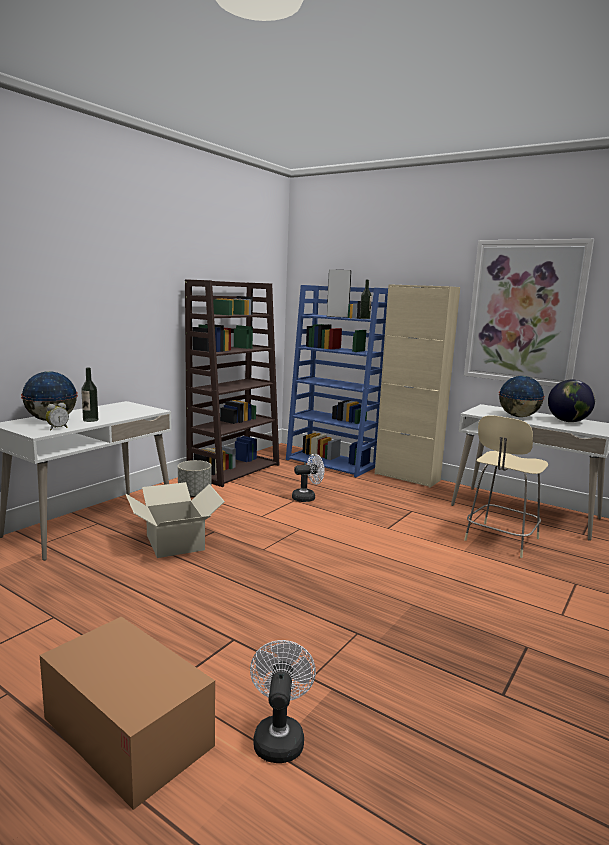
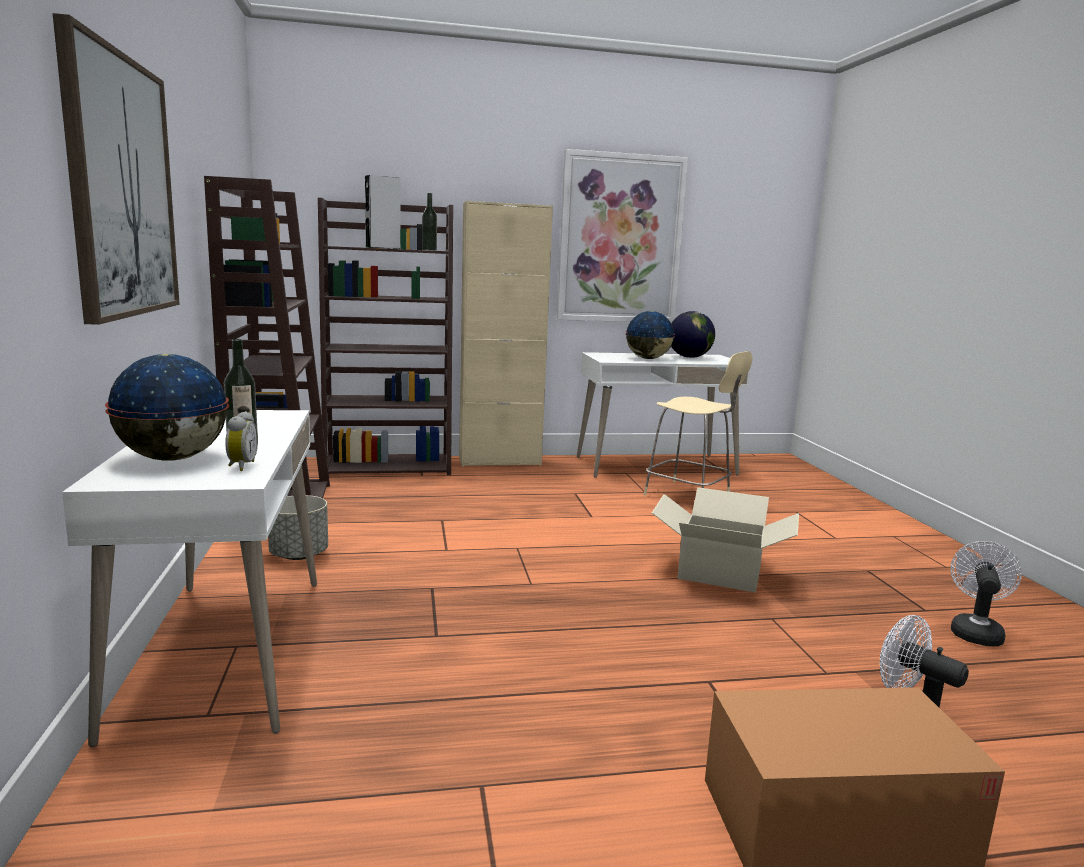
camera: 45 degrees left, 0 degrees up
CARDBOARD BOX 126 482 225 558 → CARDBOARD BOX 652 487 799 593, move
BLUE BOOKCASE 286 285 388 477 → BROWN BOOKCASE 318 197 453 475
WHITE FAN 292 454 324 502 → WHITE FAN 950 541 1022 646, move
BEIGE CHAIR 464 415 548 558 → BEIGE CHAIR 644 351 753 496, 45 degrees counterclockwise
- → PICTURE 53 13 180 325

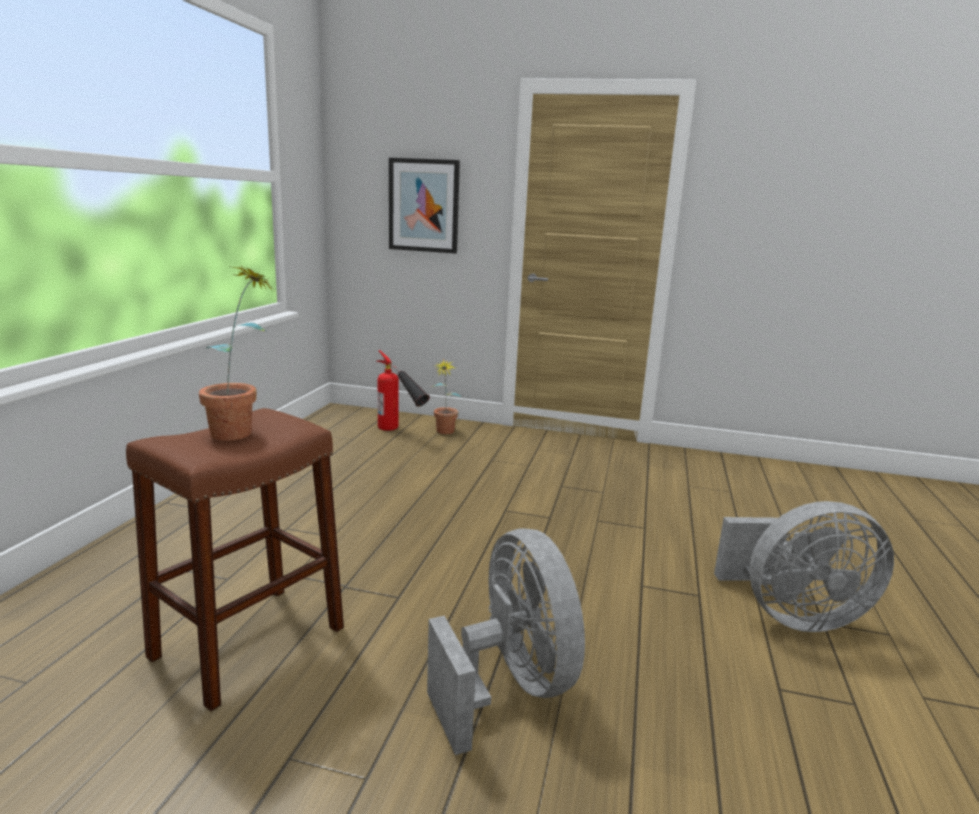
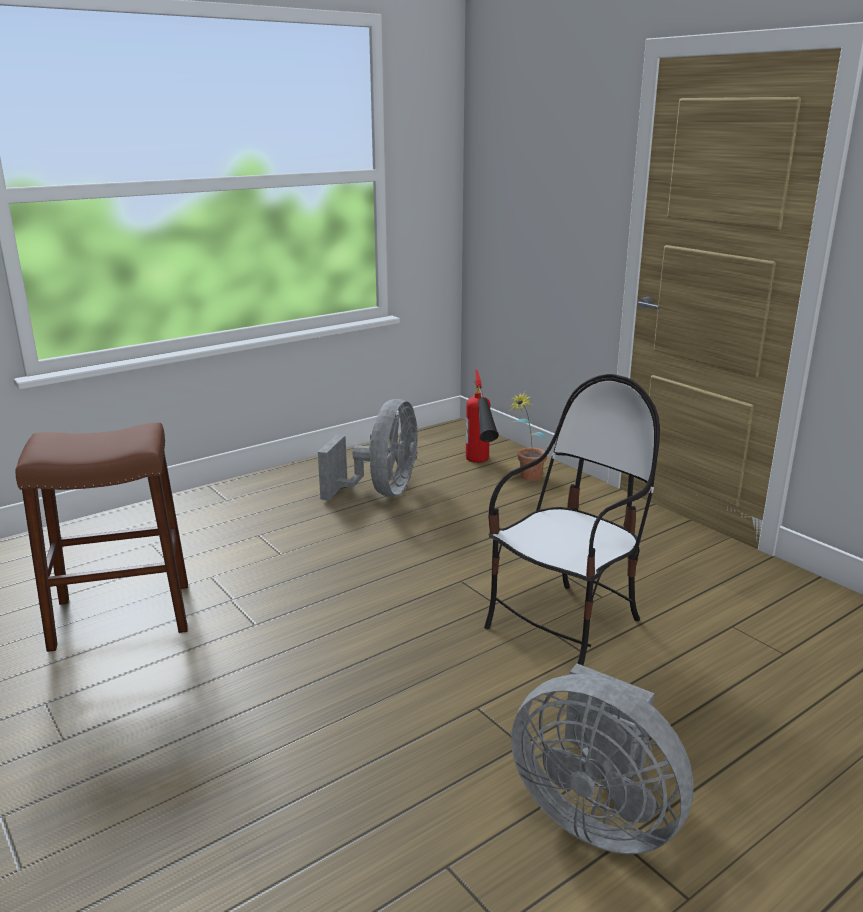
camera: 40 degrees right, 5 degrees up
POTTED PLANT 199 264 273 441 → -
PICTURE 389 158 460 253 → -
GREY FAN 427 529 585 755 → GREY FAN 318 399 418 500, move
- → CHAIR 484 374 660 665

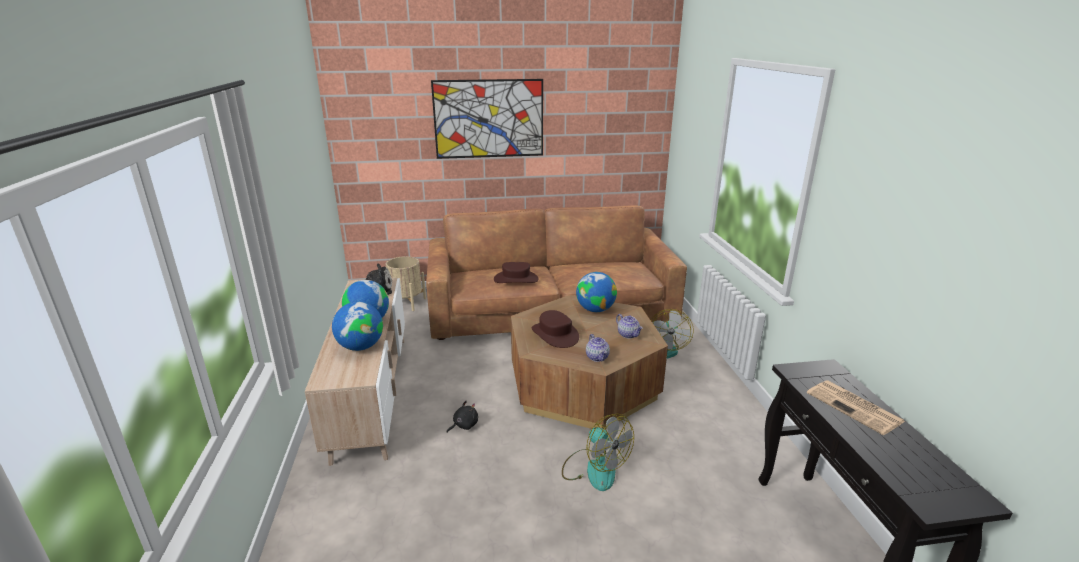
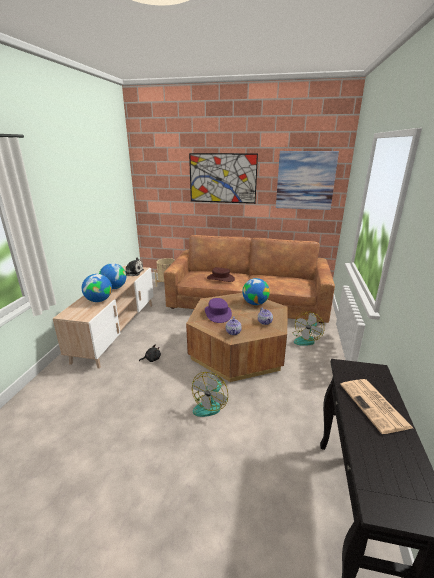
camera: 20 degrees right, 0 degrees up
BROWN HAT 532 310 579 348 → PURPLE HAT 205 298 232 323
FAN 562 414 634 491 → FAN 192 372 228 417, 45 degrees clockwise
- → PICTURE 276 151 339 210

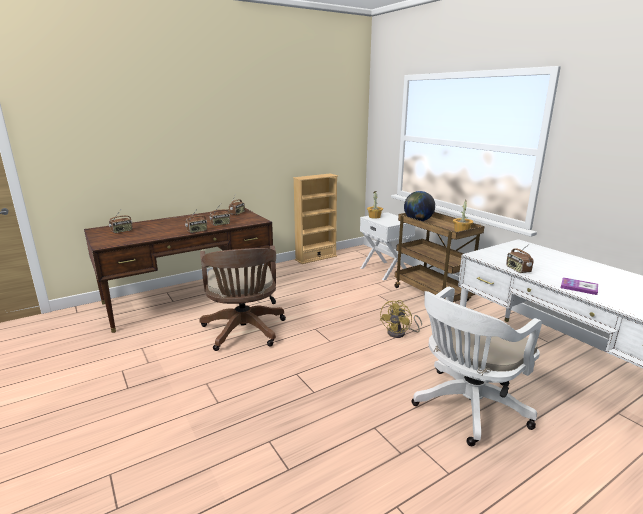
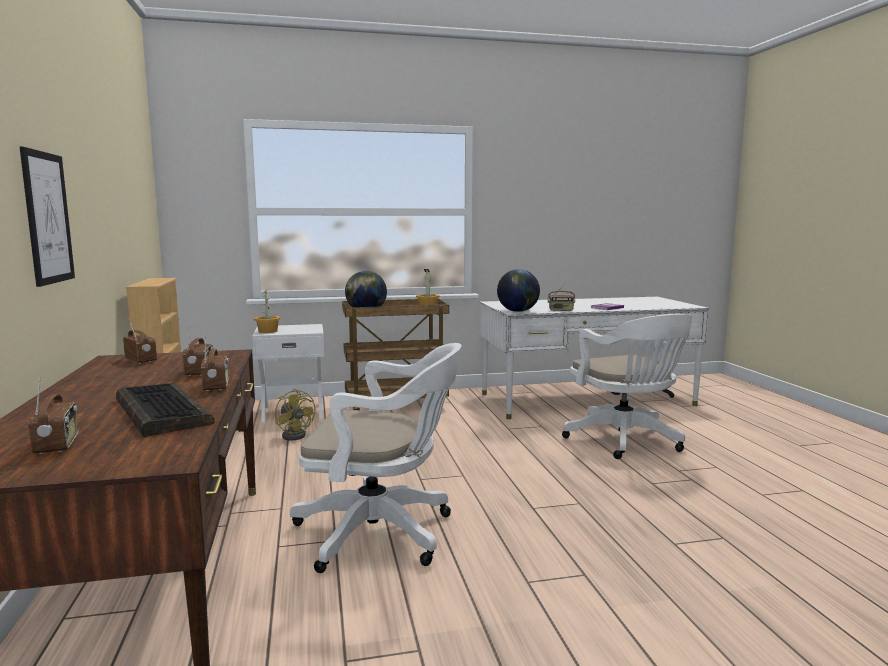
camera: 70 degrees left, 10 degrees down
BROWN OFFICE CHAIR 199 245 286 351 → WHITE OFFICE CHAIR 290 343 462 573
YELLOW FAN 379 300 422 338 → YELLOW FAN 275 389 315 440, move
- → PICTURE 20 147 75 287
- → KEYBOARD 116 383 215 437
- → GLOBE 497 269 540 312

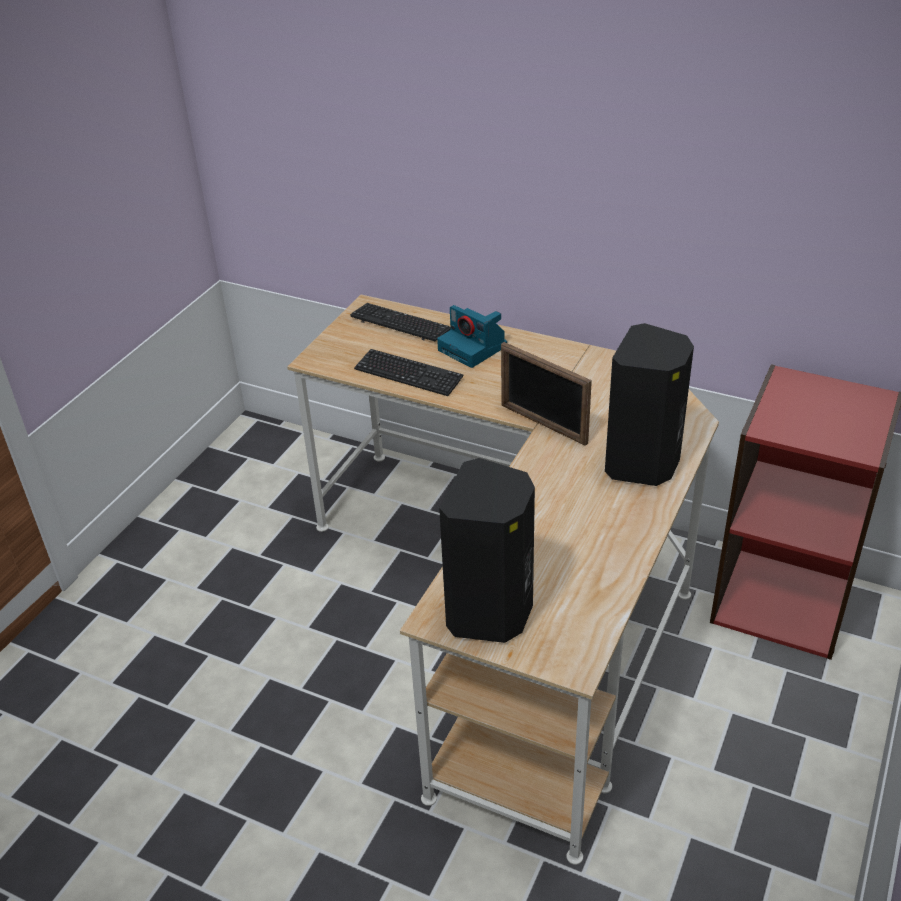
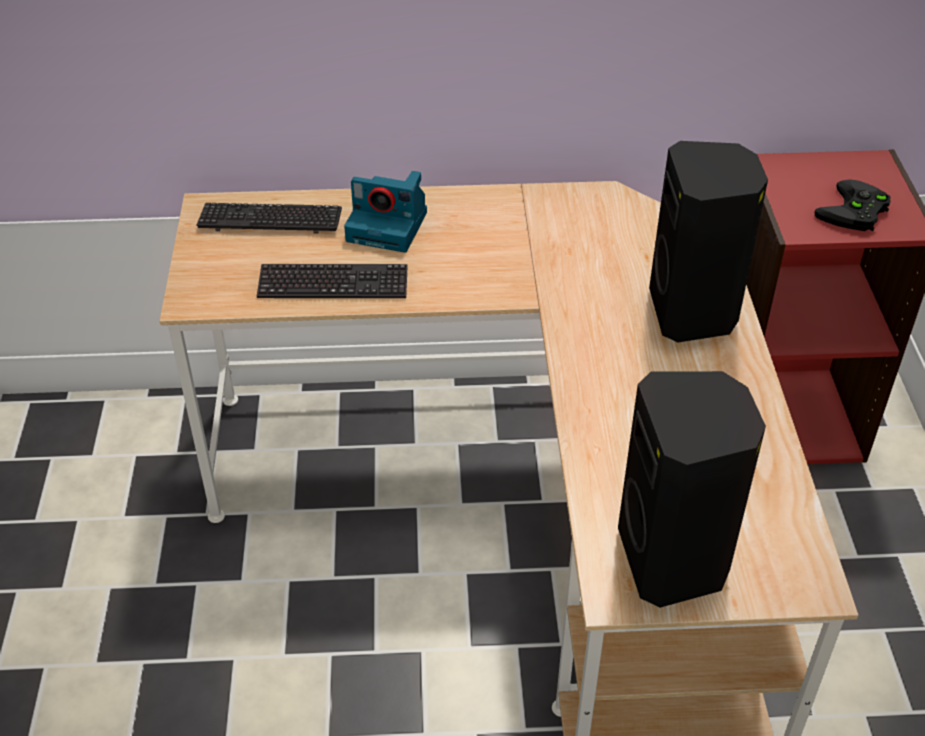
camera: 30 degrees left, 5 degrees up
PICTURE FRAME 501 342 592 446 → -
- → BLACK GAME CONTROLLER 815 179 891 231

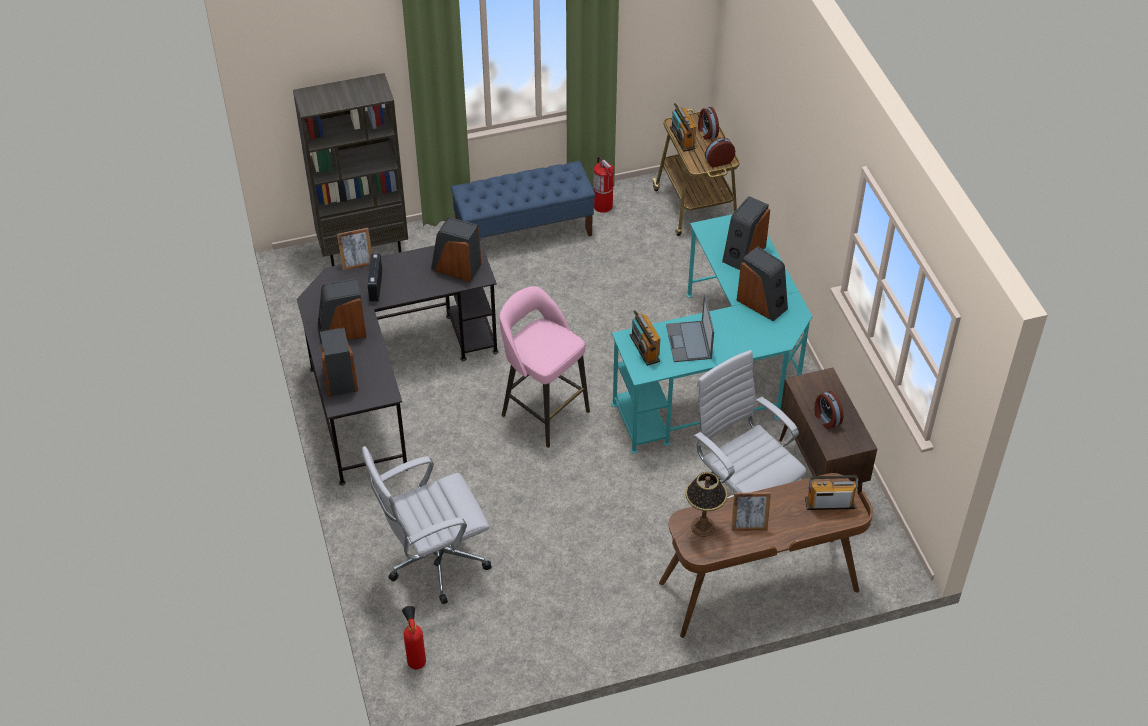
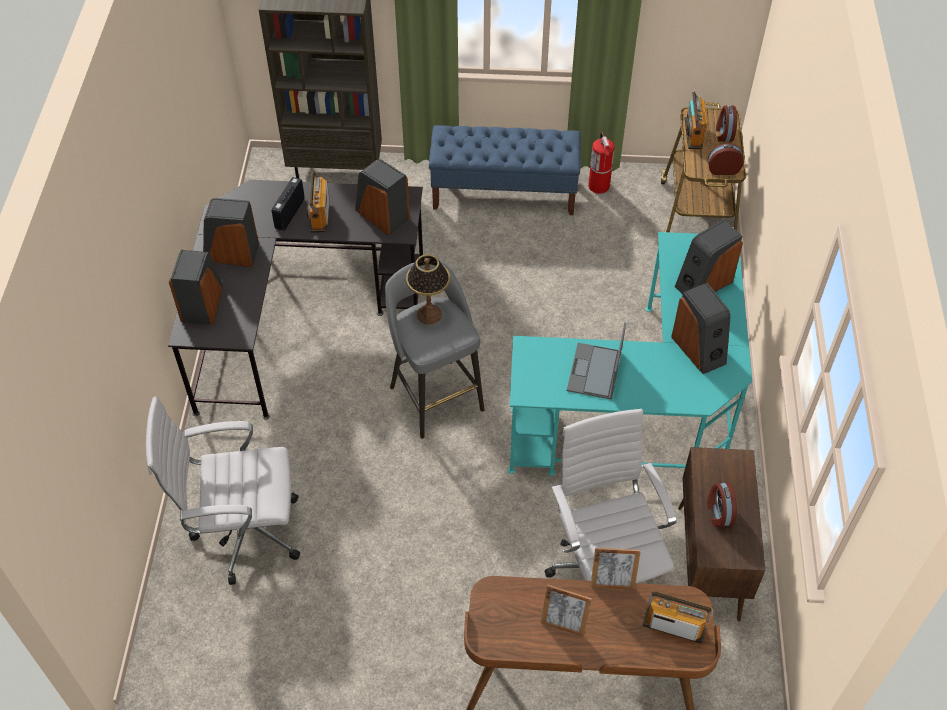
camera: 20 degrees right, 5 degrees up
PICTURE FRAME 337 228 372 271 → PICTURE FRAME 591 548 641 590, move
FIRE EXTINGUISHER 402 606 426 669 → -
PINK STOOL 500 286 590 448 → GREY STOOL 385 260 485 439
RADIO 630 310 660 366 → RADIO 307 171 329 233, move
TABLE LAMP 686 472 727 537 → TABLE LAMP 406 254 450 325, move

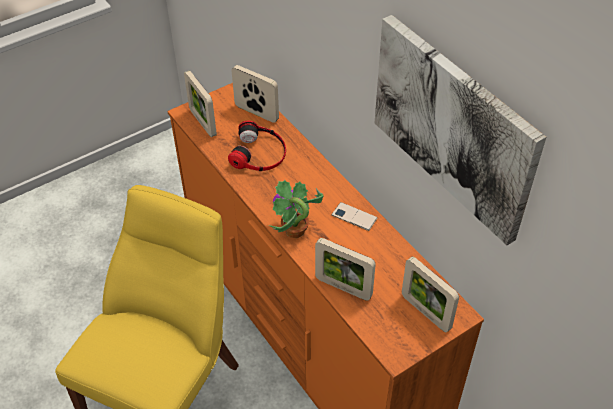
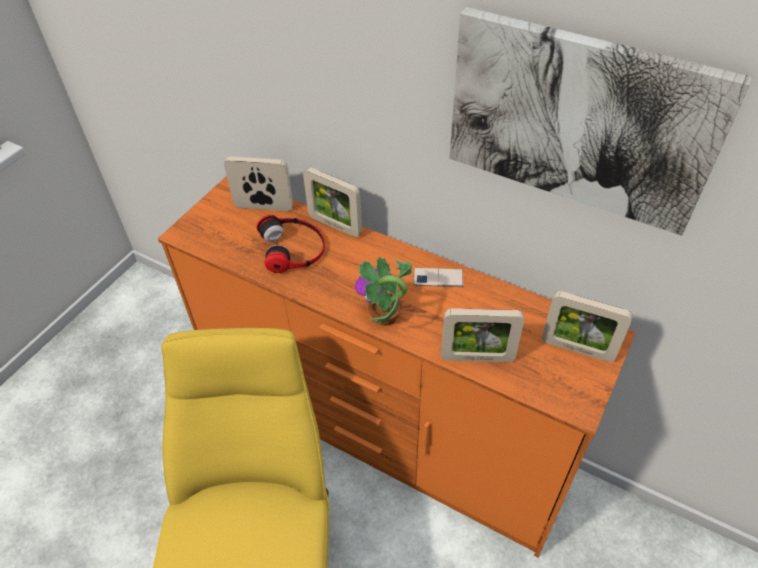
camera: 25 degrees left, 0 degrees up
PICTURE FRAME 184 70 217 137 → PICTURE FRAME 303 167 362 237, move

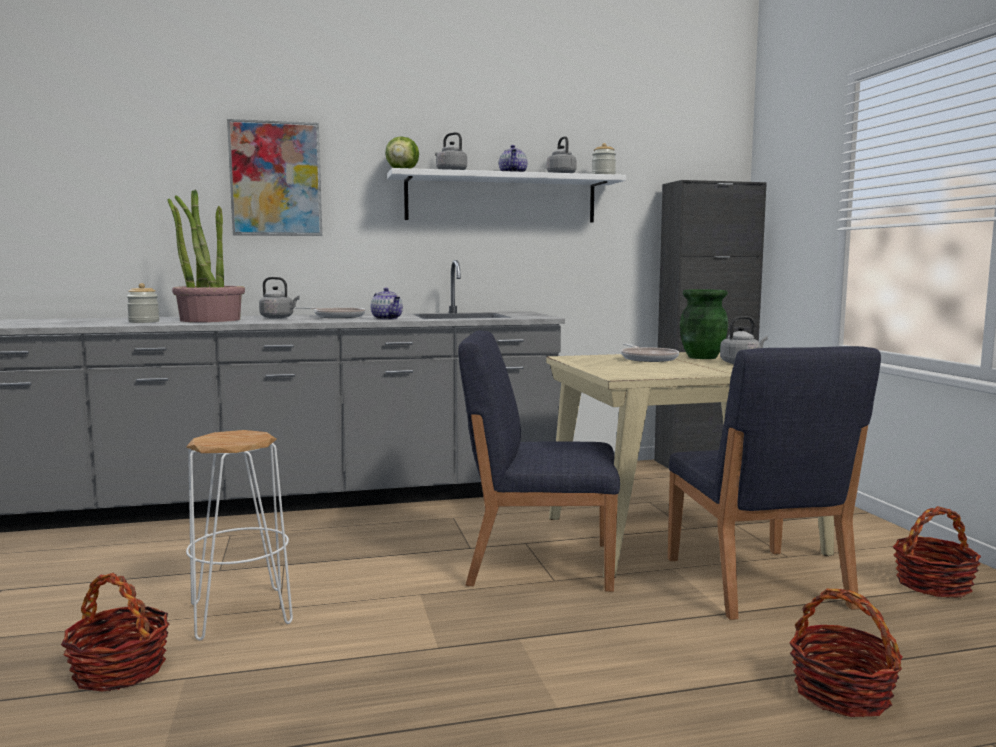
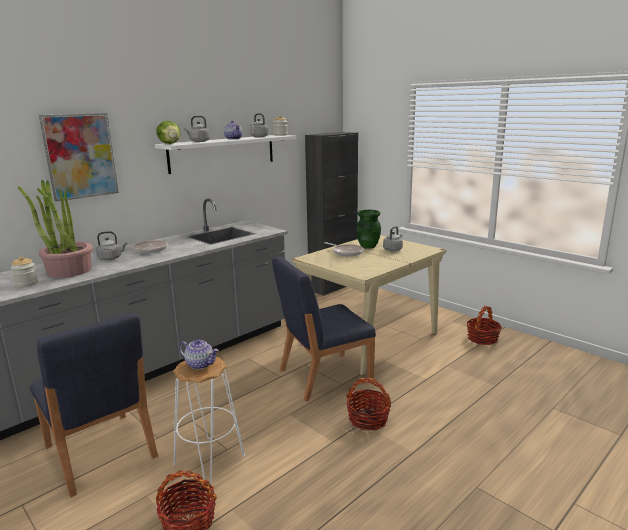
camera: 30 degrees left, 10 degrees up
TEAPOT 371 288 403 320 → TEAPOT 179 339 219 370, move
BLUE CHAIR 668 346 881 620 → BLUE CHAIR 30 313 158 497, move
BASKET 789 589 903 717 → BASKET 346 378 391 430, move

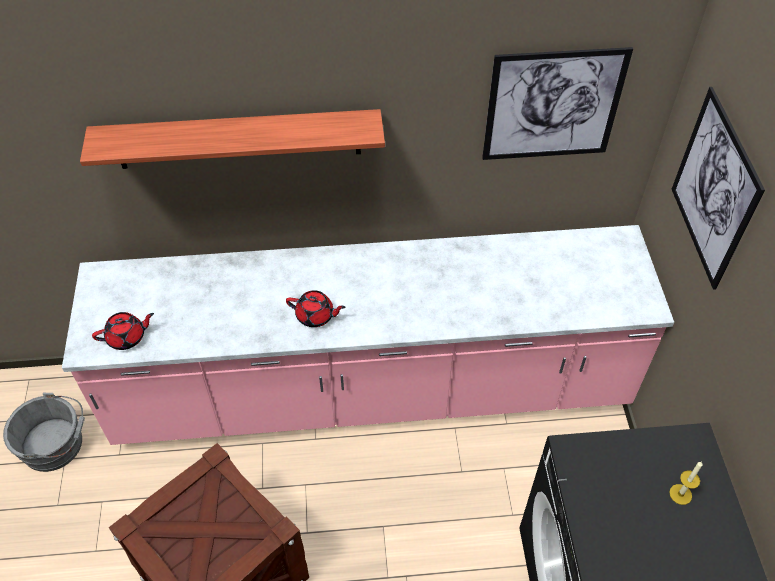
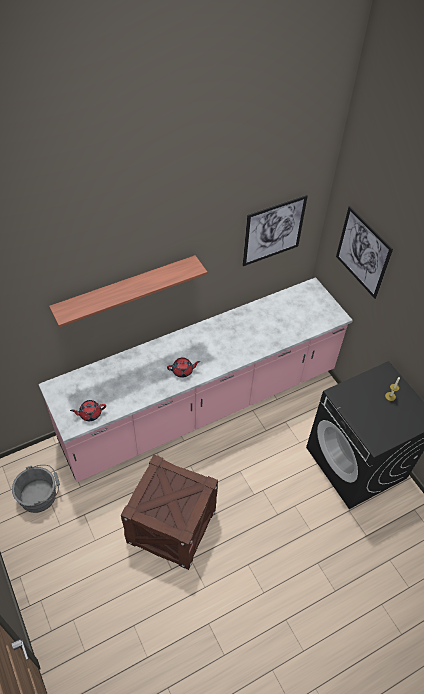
camera: 25 degrees left, 0 degrees up
RED TEAPOT 92 312 154 350 → RED TEAPOT 70 400 106 421, 150 degrees counterclockwise

